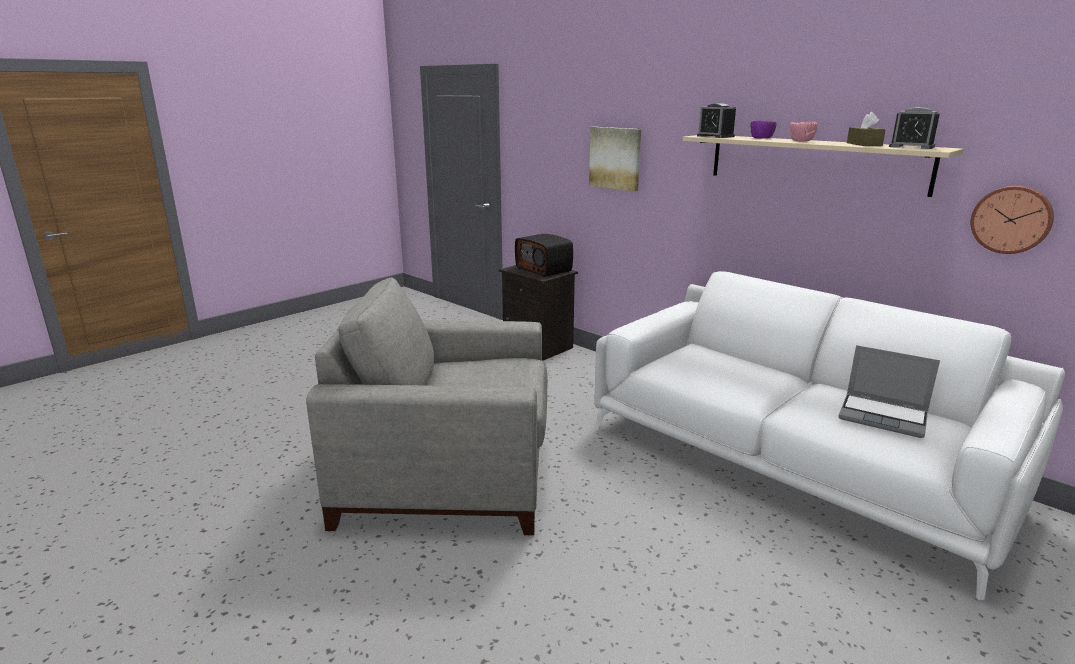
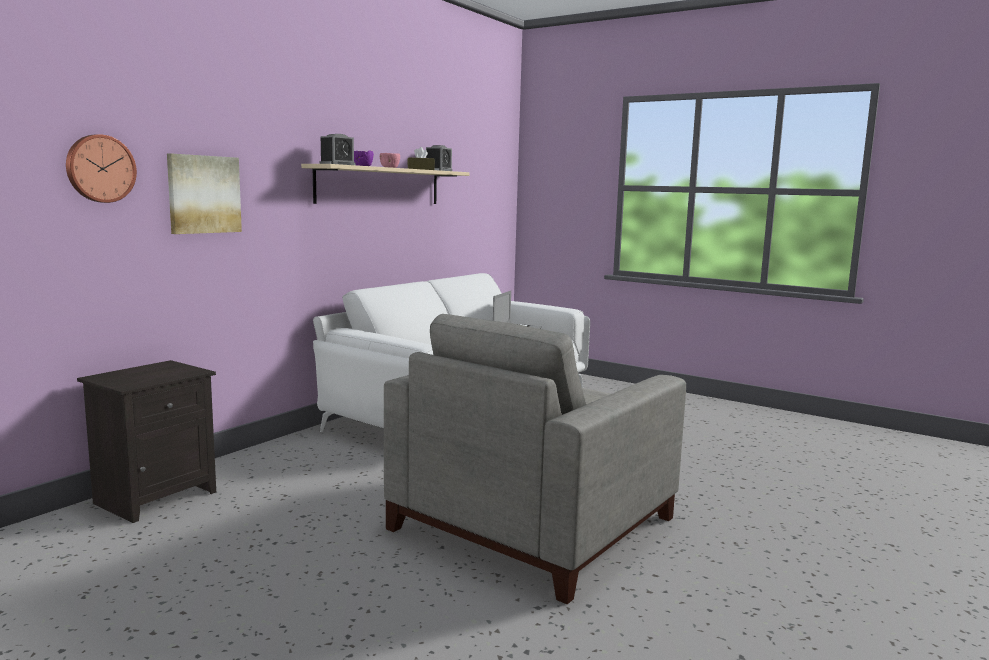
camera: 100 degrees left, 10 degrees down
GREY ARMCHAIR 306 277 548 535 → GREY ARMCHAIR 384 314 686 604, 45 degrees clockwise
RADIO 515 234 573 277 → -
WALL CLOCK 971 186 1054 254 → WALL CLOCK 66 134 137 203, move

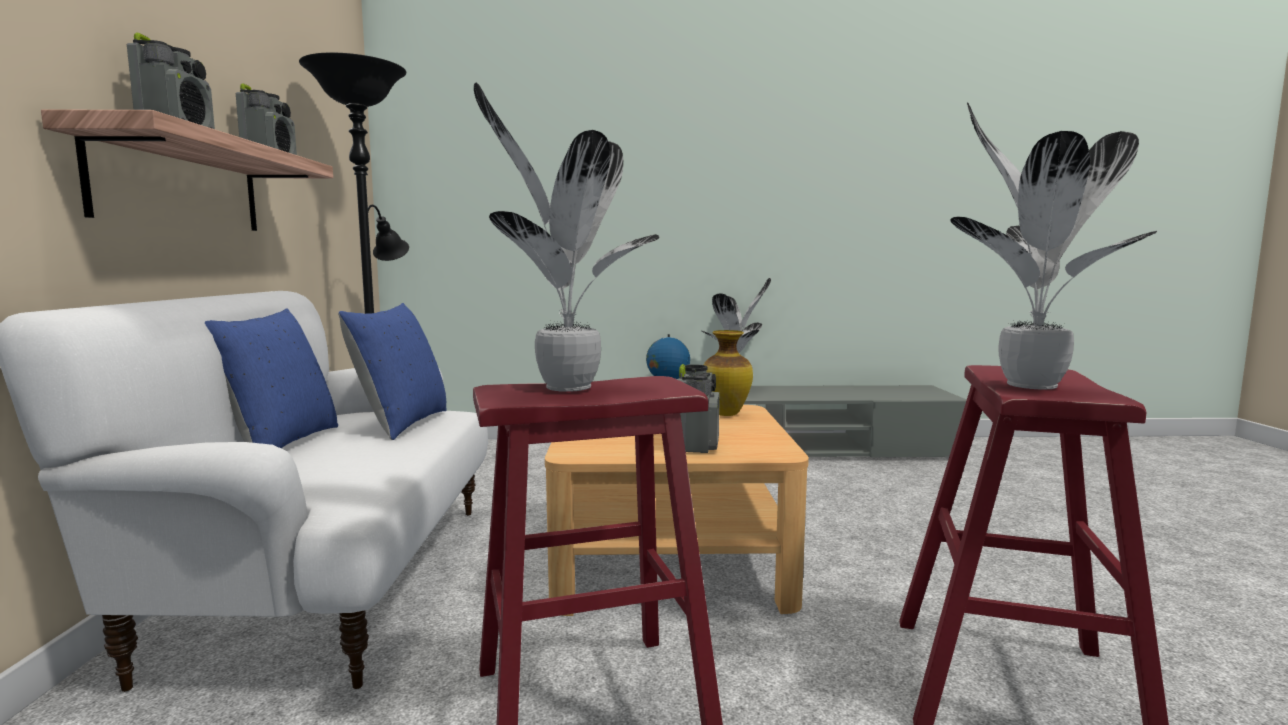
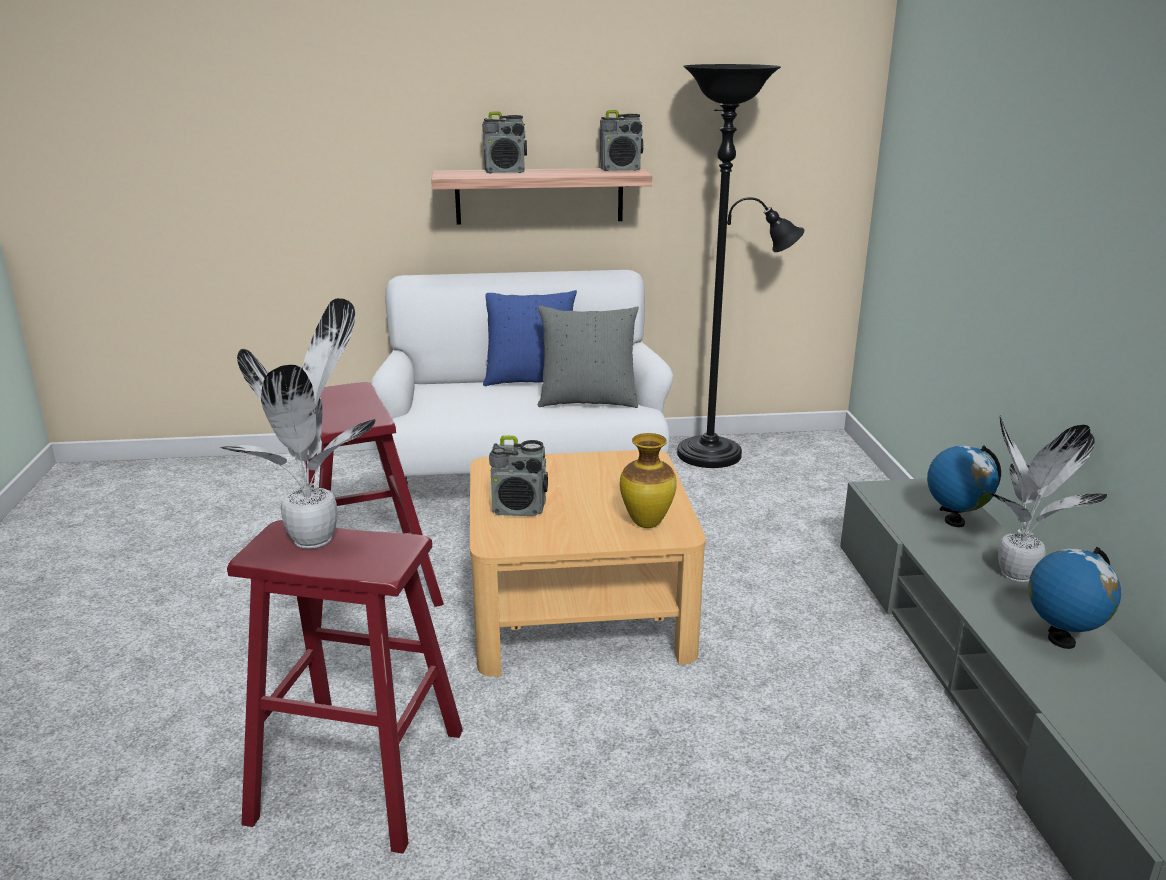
camera: 85 degrees right, 15 degrees up
BLUE PILLOW 338 303 447 440 → GREY PILLOW 538 306 639 408
POTTED PLANT 474 83 660 392 → -
- → GLOBE 1029 547 1121 649

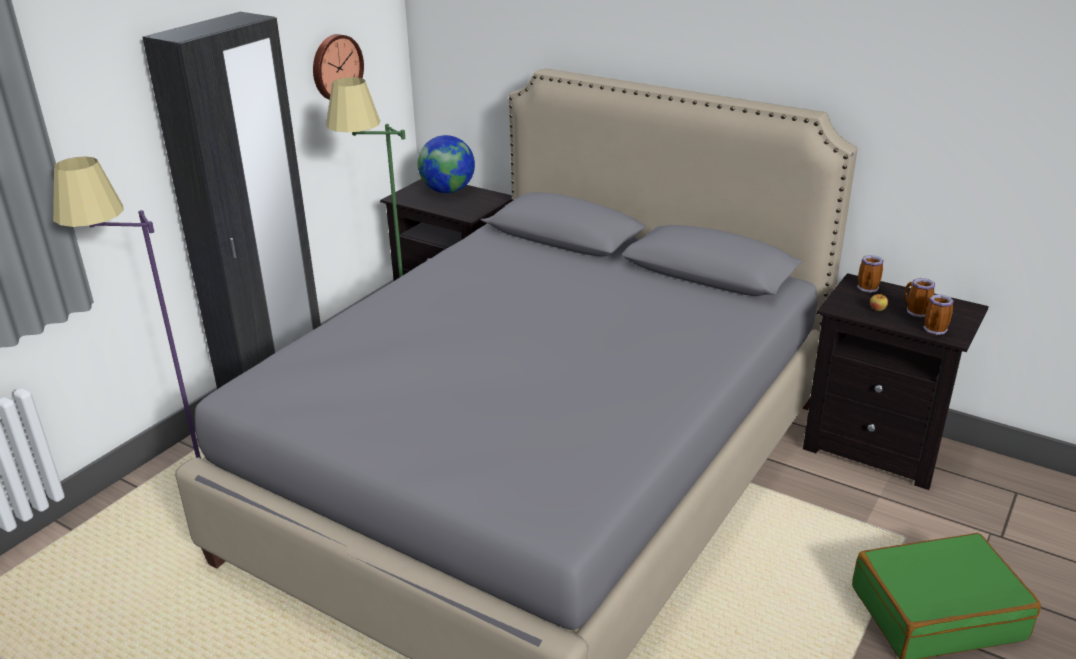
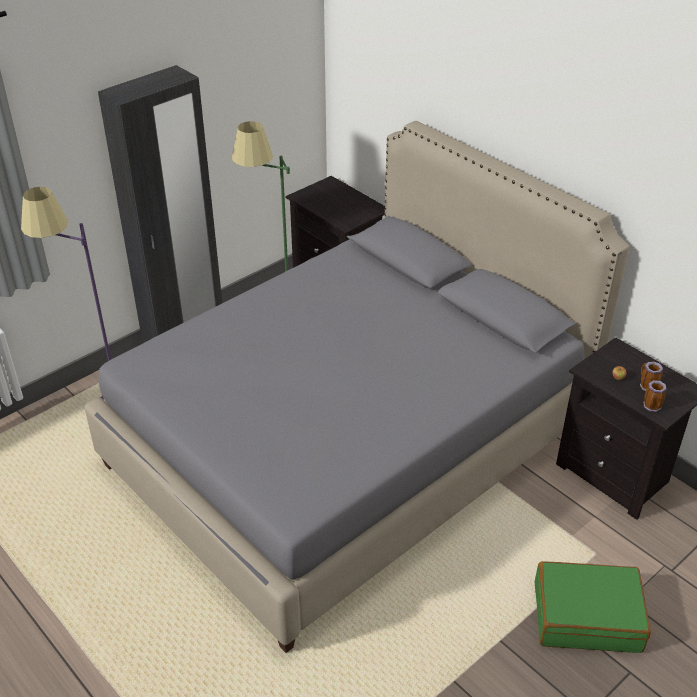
camera: 15 degrees right, 10 degrees up
WALL CLOCK 313 34 364 100 → -
GLOBE 417 135 475 193 → -
MUG 857 255 884 293 → -

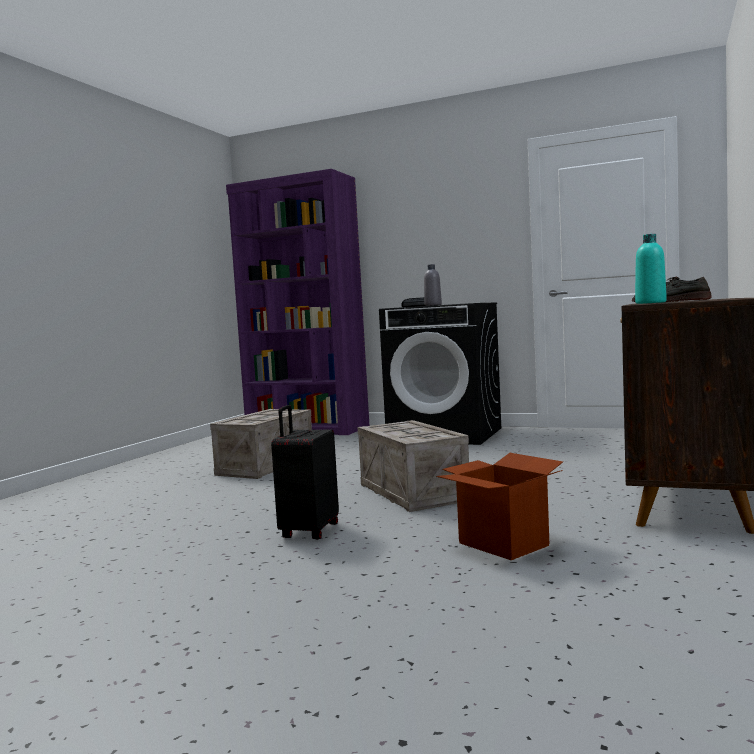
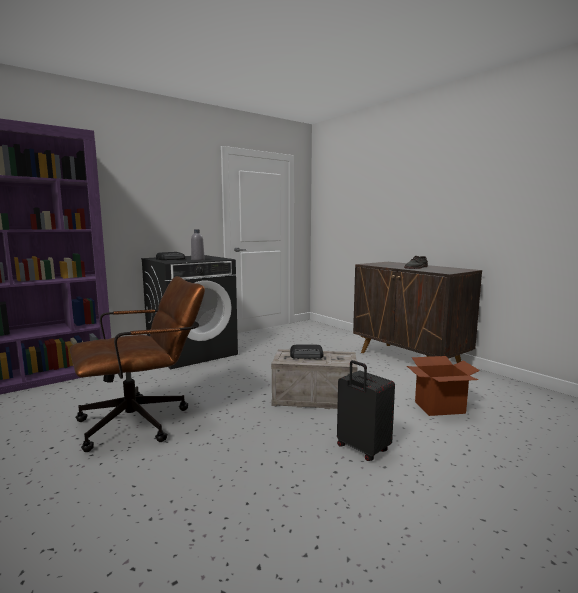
camera: 60 degrees left, 5 degrees up
CRATE 210 409 312 479 → BROWN OFFICE CHAIR 70 276 205 452
TURQUOISE BOTTLE 635 234 667 304 → -
- → RADIO 290 345 324 358

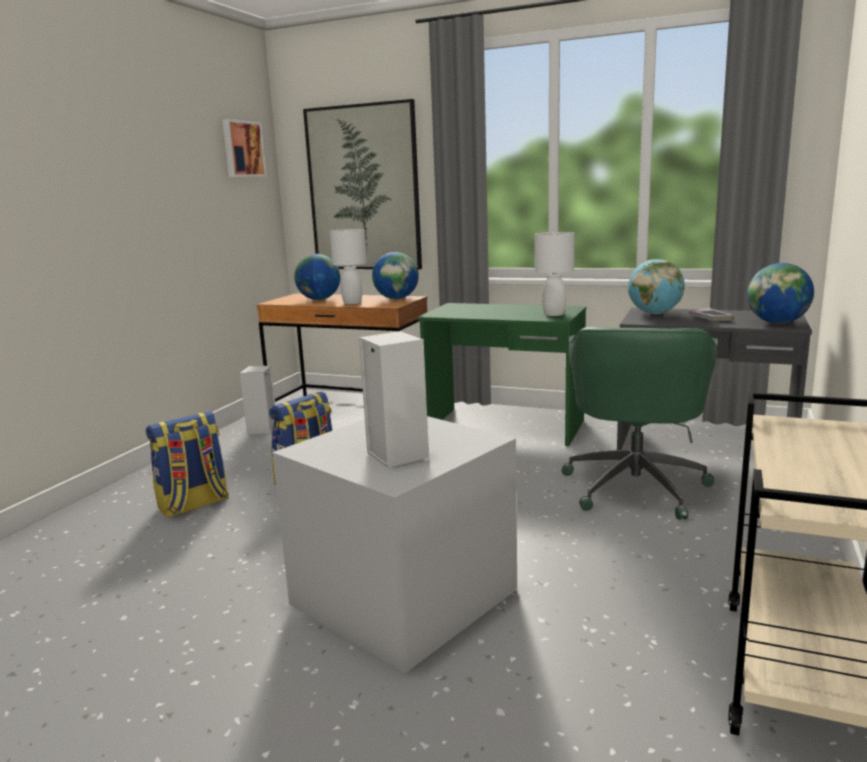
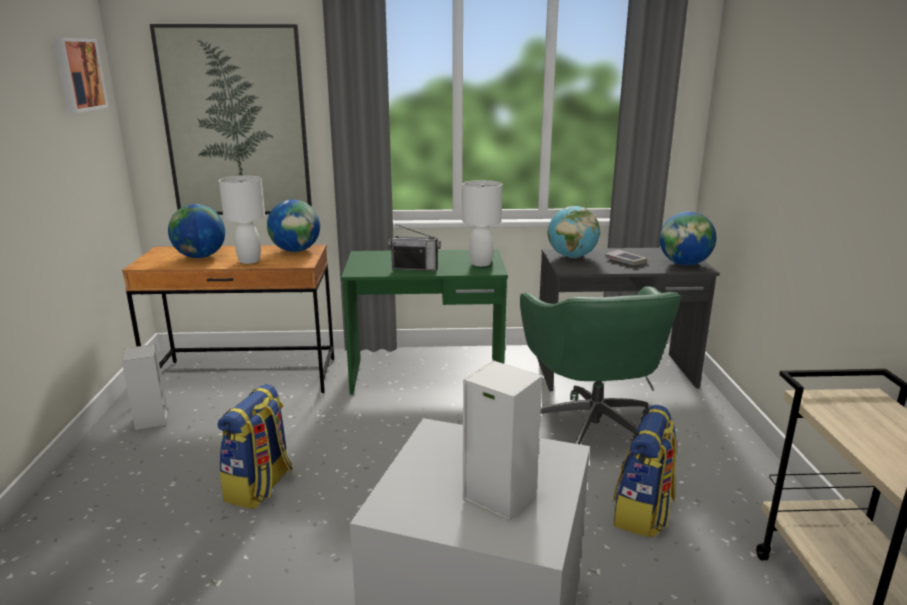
camera: 25 degrees left, 5 degrees up
BACKPACK 146 411 229 518 → BACKPACK 613 405 677 538, move
- → RADIO 388 224 441 271

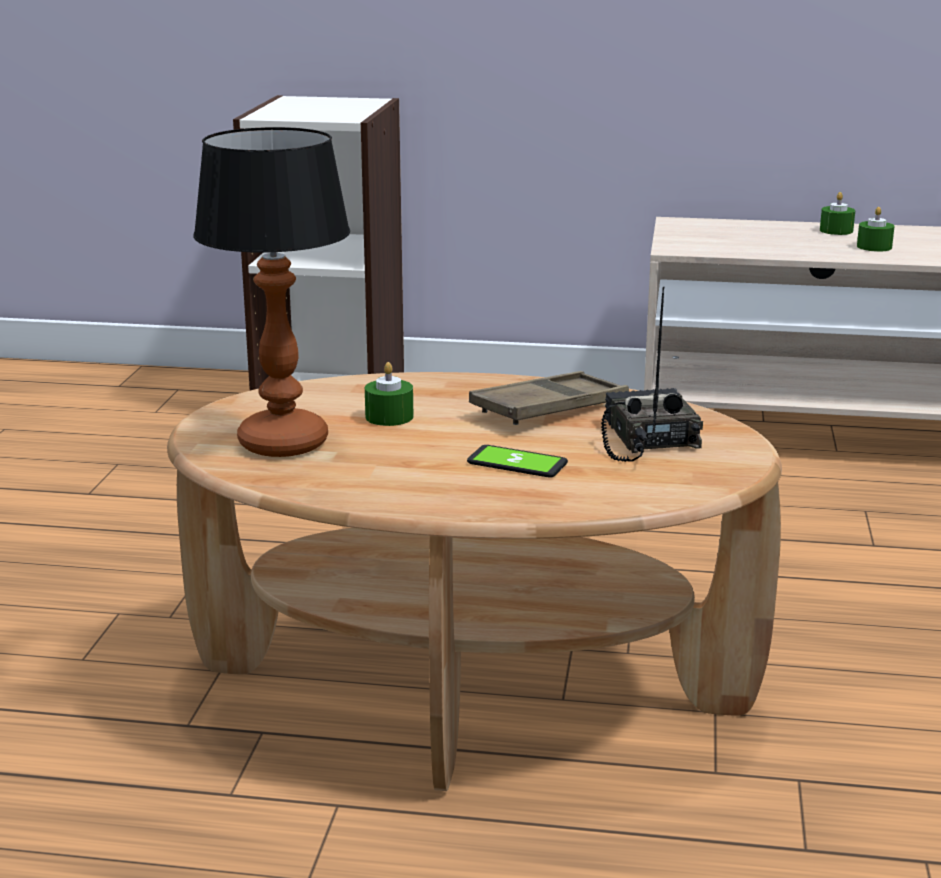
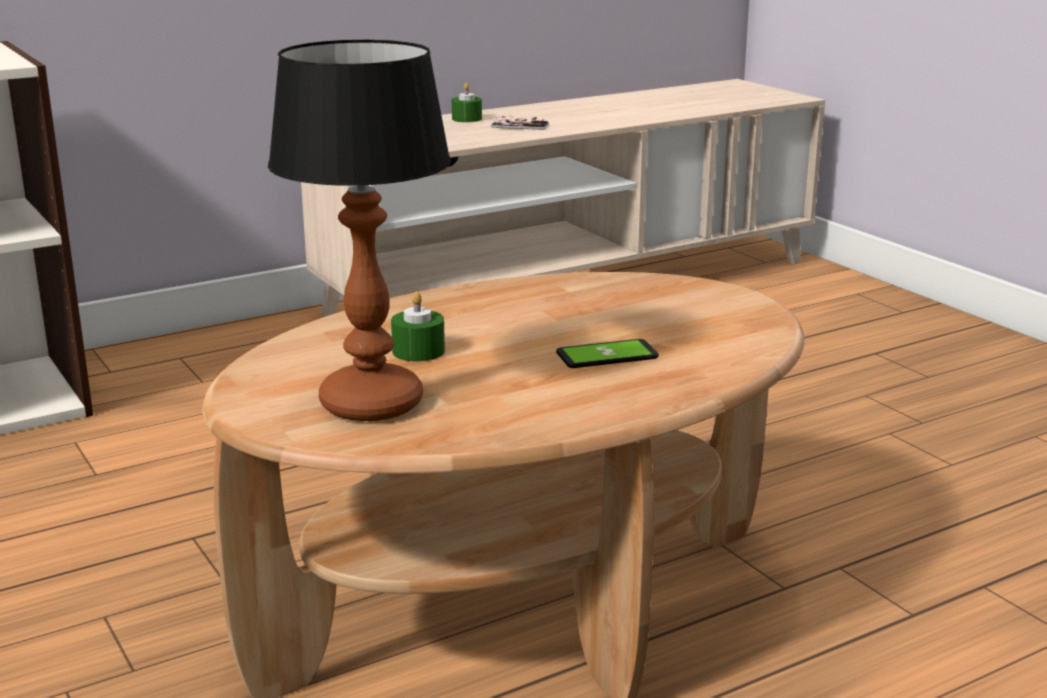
camera: 40 degrees left, 0 degrees up
BROWN TRAY 469 371 629 425 → -
RADIO 601 287 703 462 → -
GREEN CANDLE 857 207 895 252 → PHONE 491 116 549 130

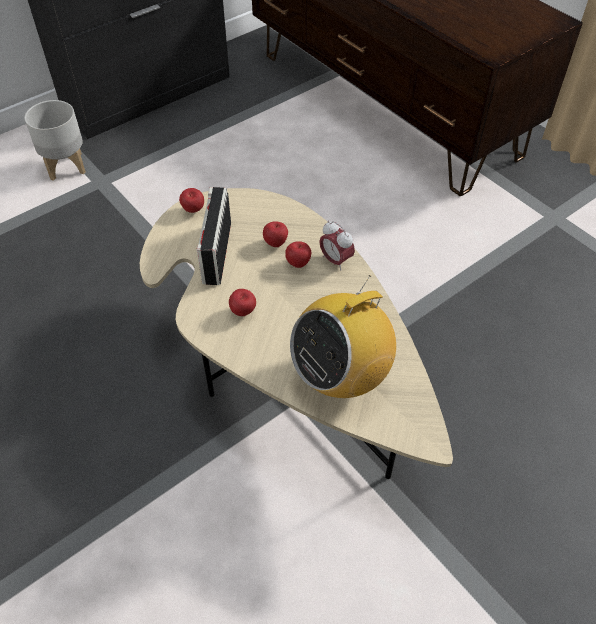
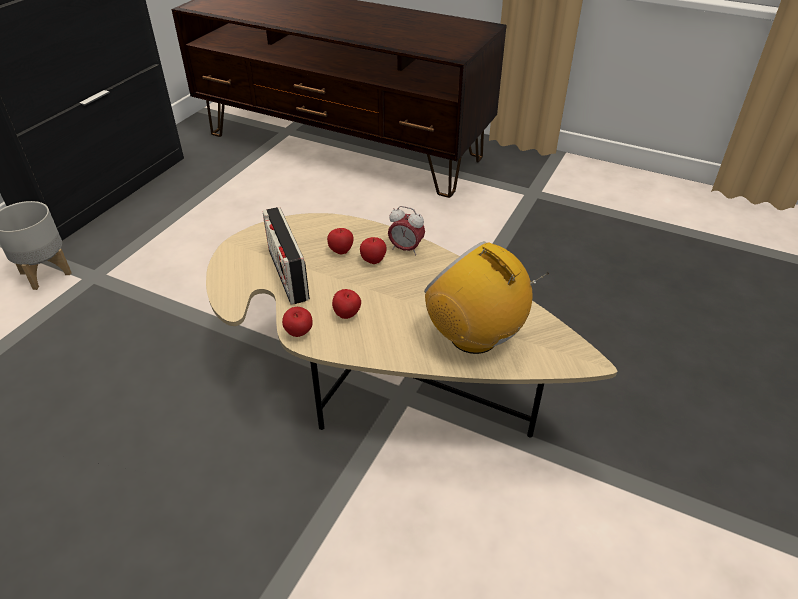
camera: 25 degrees left, 10 degrees down
APPLE 179 188 204 213 → APPLE 282 307 313 337, move
RADIO 290 275 396 398 → RADIO 424 241 549 354, 105 degrees clockwise

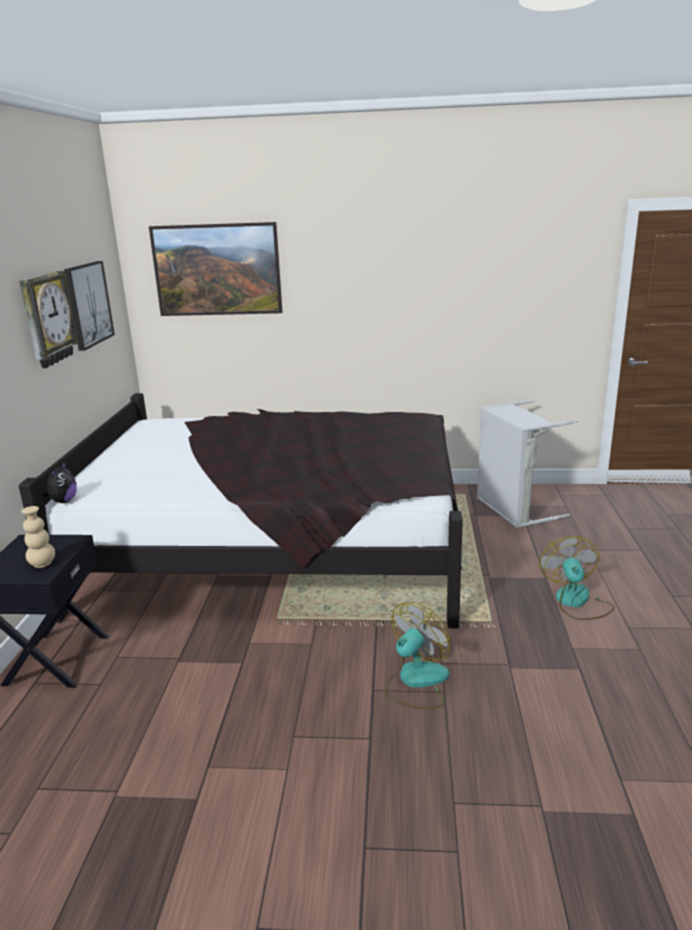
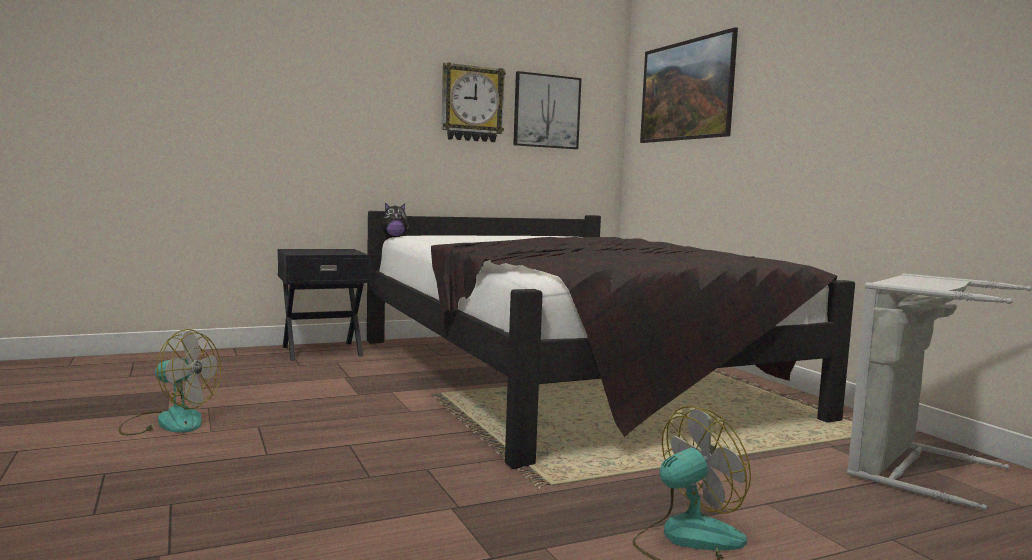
camera: 60 degrees right, 15 degrees down
BEIGE VASE 21 506 55 568 → -
FAN 385 602 450 709 → FAN 118 329 221 435, move

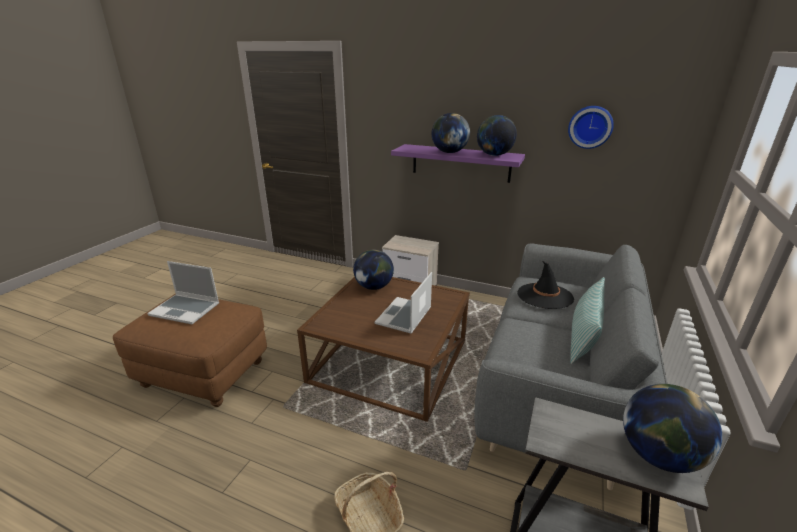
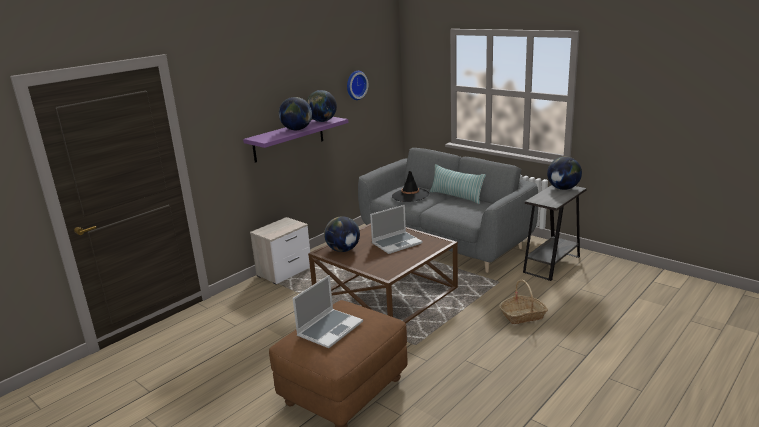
camera: 70 degrees left, 5 degrees down
LAPTOP 375 272 432 334 → LAPTOP 370 205 422 254, 75 degrees counterclockwise

